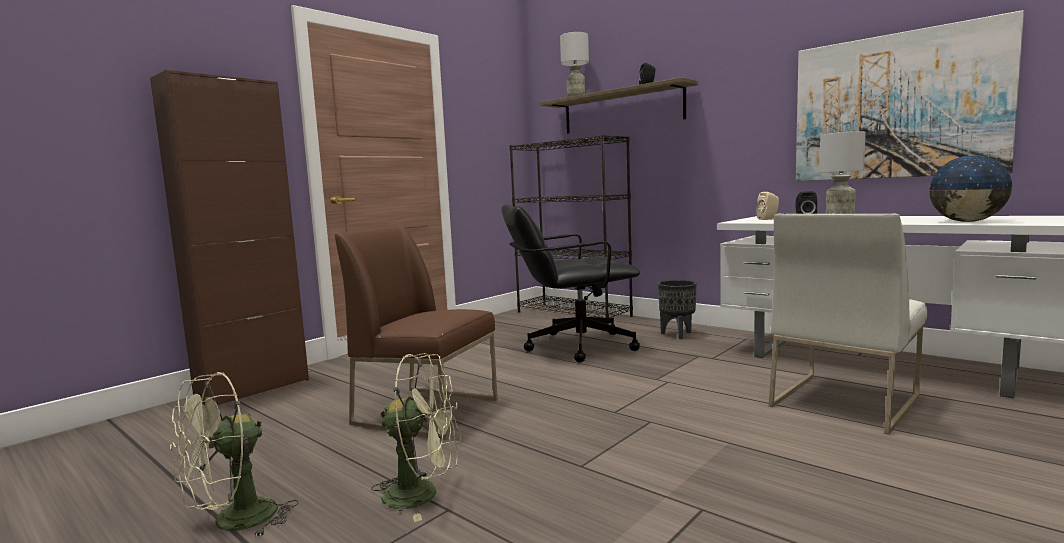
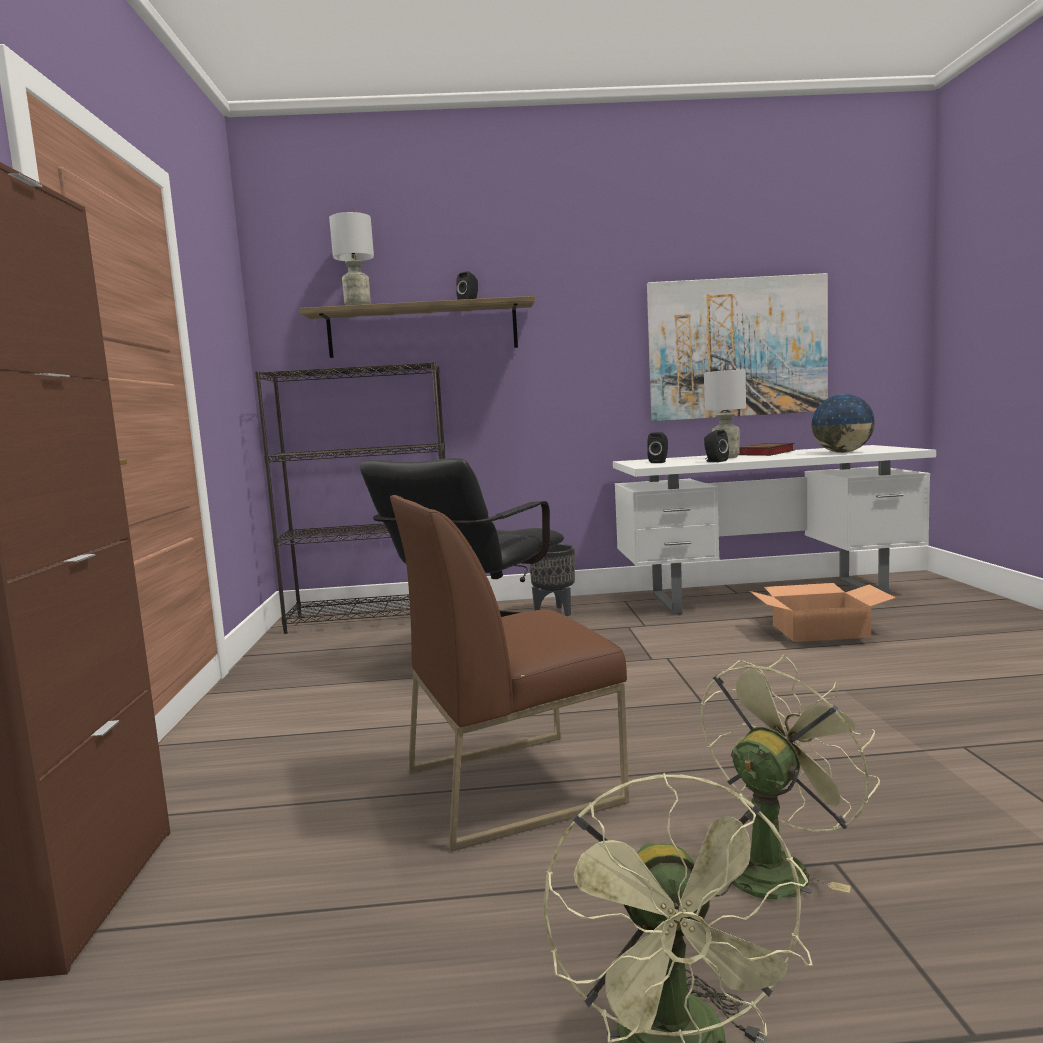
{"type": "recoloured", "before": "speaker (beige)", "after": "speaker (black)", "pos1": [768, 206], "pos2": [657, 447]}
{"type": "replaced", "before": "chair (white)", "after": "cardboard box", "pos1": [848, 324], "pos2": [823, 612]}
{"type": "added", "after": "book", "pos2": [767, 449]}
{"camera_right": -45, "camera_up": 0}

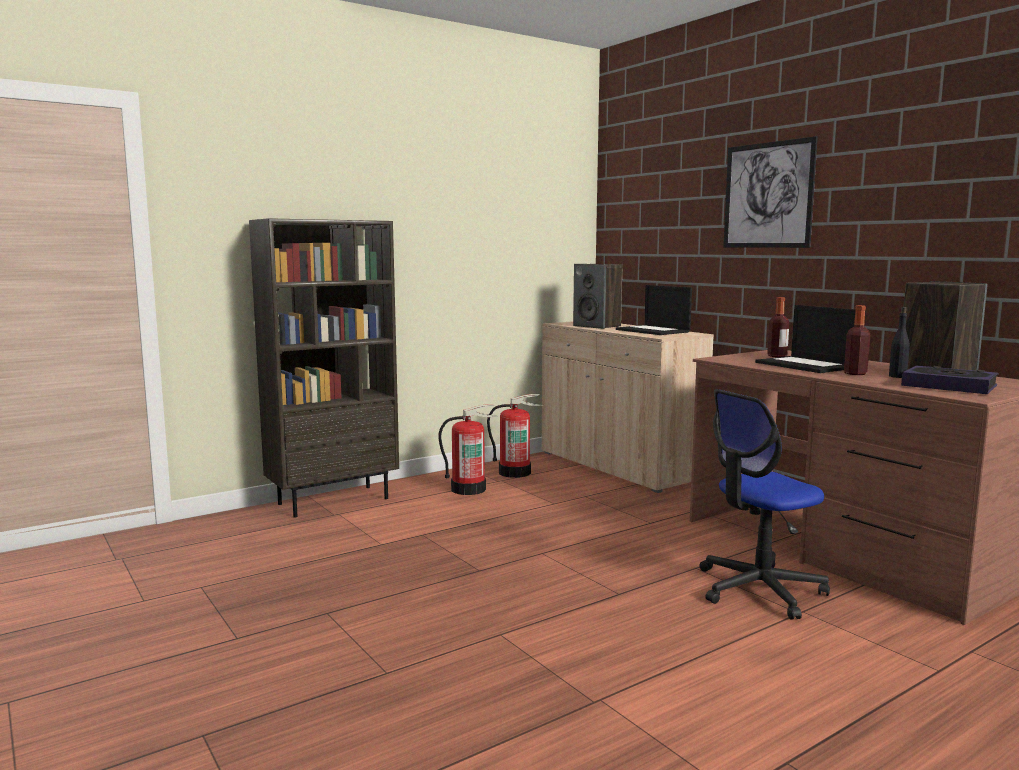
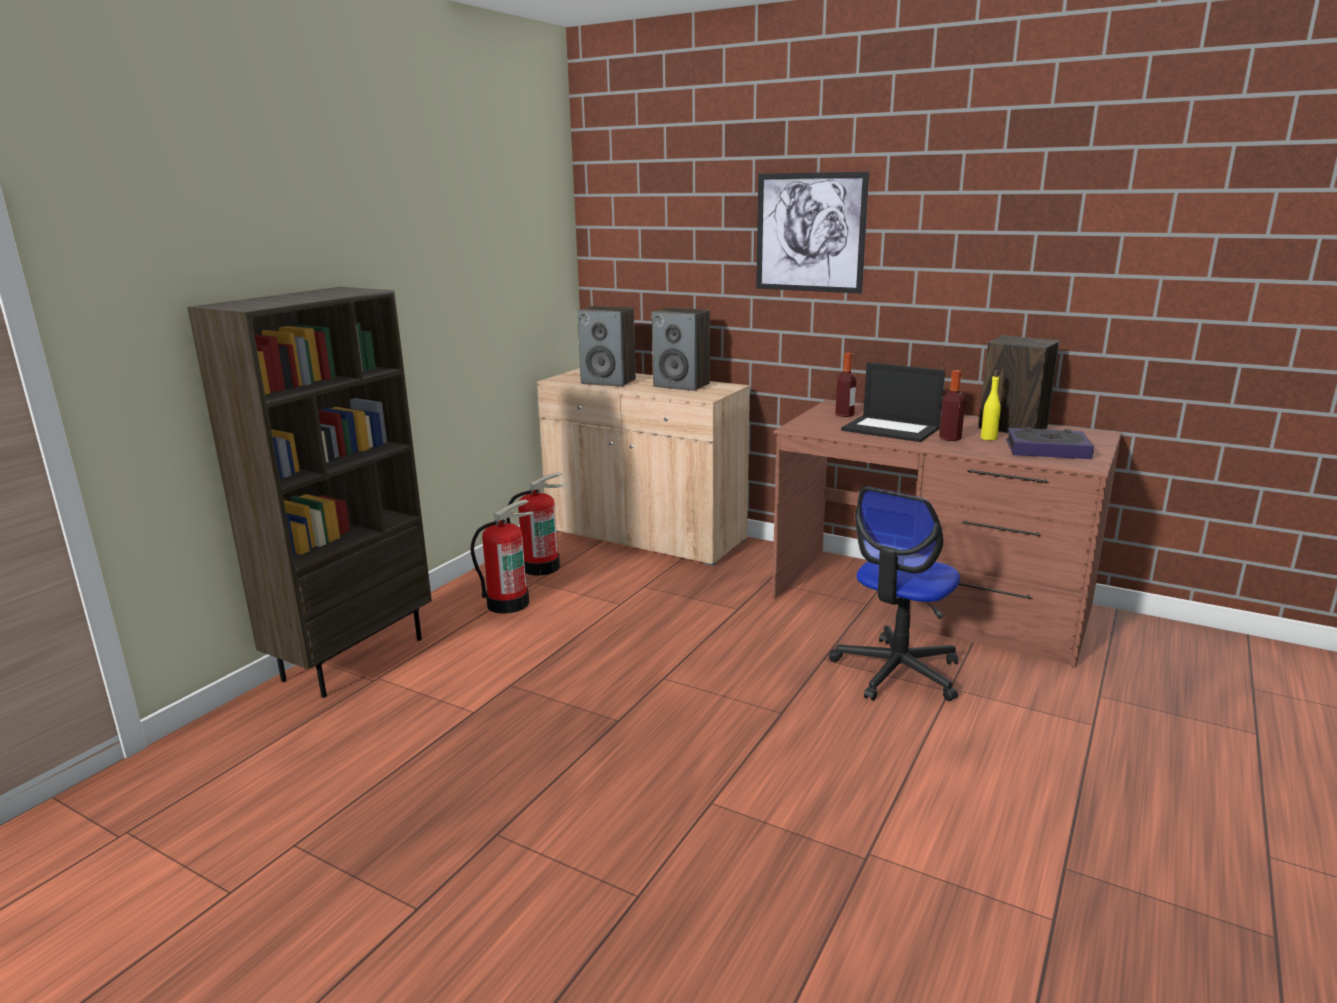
{"type": "replaced", "before": "laptop", "after": "speaker", "pos1": [654, 310], "pos2": [681, 349]}
{"type": "recoloured", "before": "bottle (black)", "after": "bottle (yellow)", "pos1": [899, 342], "pos2": [991, 405]}
{"camera_right": -25, "camera_up": 10}

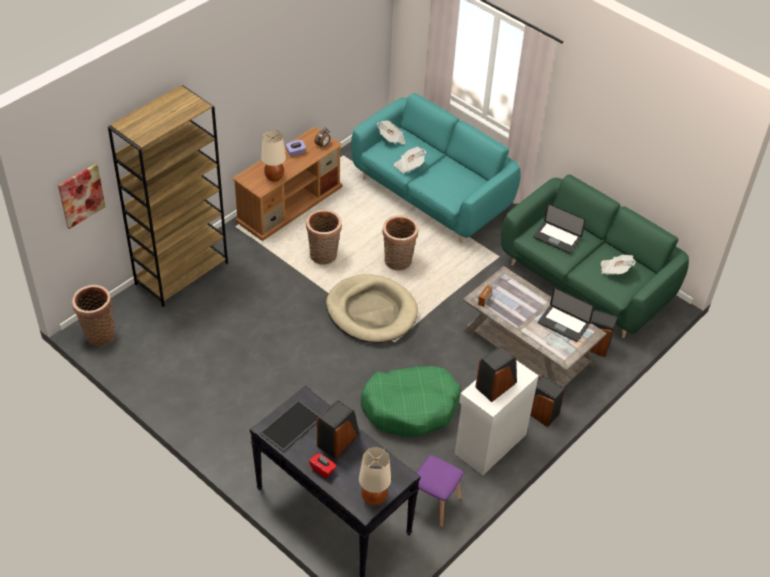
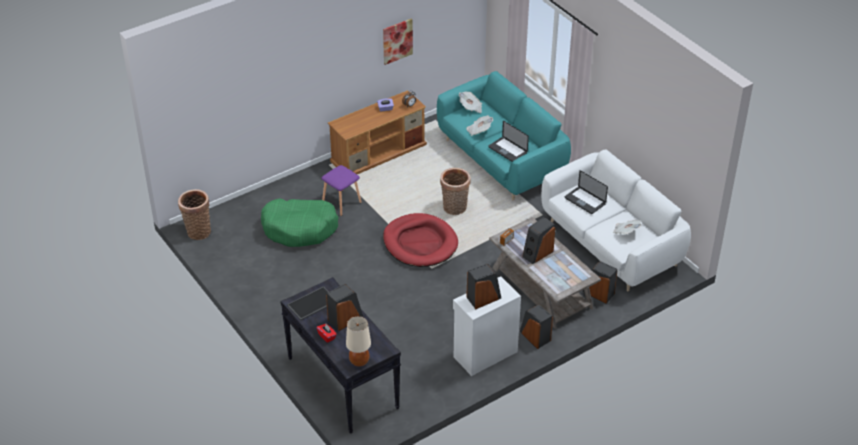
{"type": "moved", "before": "picture", "pos1": [82, 196], "pos2": [398, 42]}
{"type": "removed", "before": "bookcase (brown)", "pos1": [168, 196]}
{"type": "removed", "before": "table lamp (beige)", "pos1": [273, 155]}
{"type": "removed", "before": "basket", "pos1": [324, 237]}
{"type": "recoloured", "before": "dog bed (beige)", "after": "dog bed (red)", "pos1": [372, 308], "pos2": [420, 240]}
{"type": "moved", "before": "dog bed (green)", "pos1": [411, 401], "pos2": [299, 222]}
{"type": "moved", "before": "stool (purple)", "pos1": [435, 491], "pos2": [341, 190]}
{"type": "recoloured", "before": "sofa (green)", "after": "sofa (white)", "pos1": [595, 256], "pos2": [616, 221]}
{"type": "moved", "before": "laptop", "pos1": [566, 314], "pos2": [508, 141]}
{"type": "added", "after": "speaker", "pos2": [538, 240]}
{"camera_right": 15, "camera_up": -5}

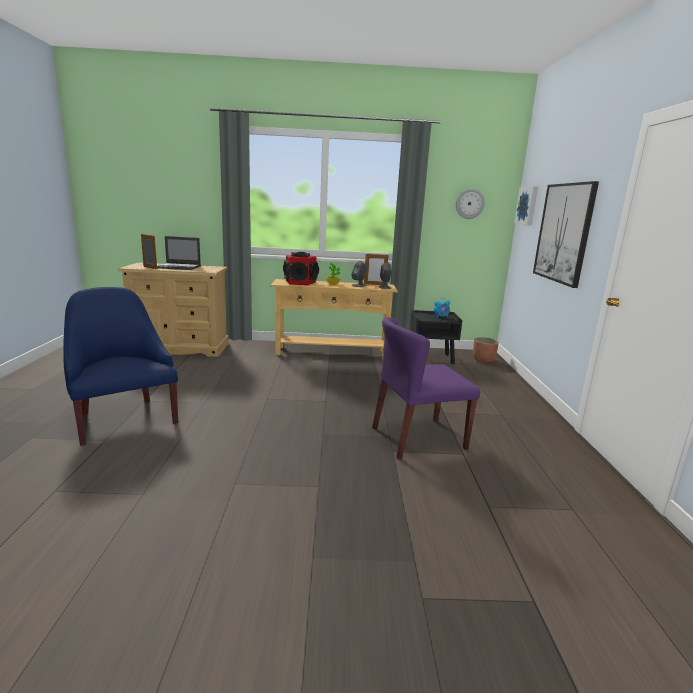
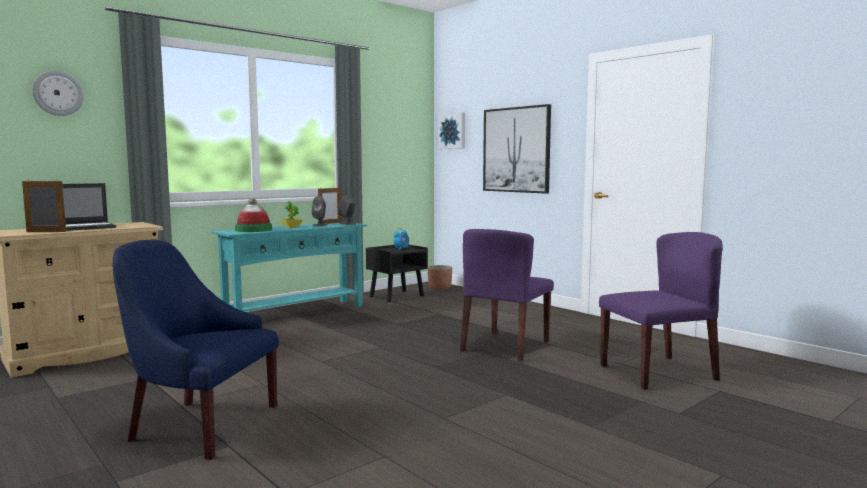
{"type": "recoloured", "before": "console table (beige)", "after": "console table (turquoise)", "pos1": [334, 319], "pos2": [289, 267]}
{"type": "replaced", "before": "speaker", "after": "hat", "pos1": [301, 268], "pos2": [253, 215]}
{"type": "moved", "before": "wall clock", "pos1": [470, 204], "pos2": [58, 93]}
{"type": "added", "after": "chair (purple)", "pos2": [661, 311]}
{"camera_right": -40, "camera_up": -10}

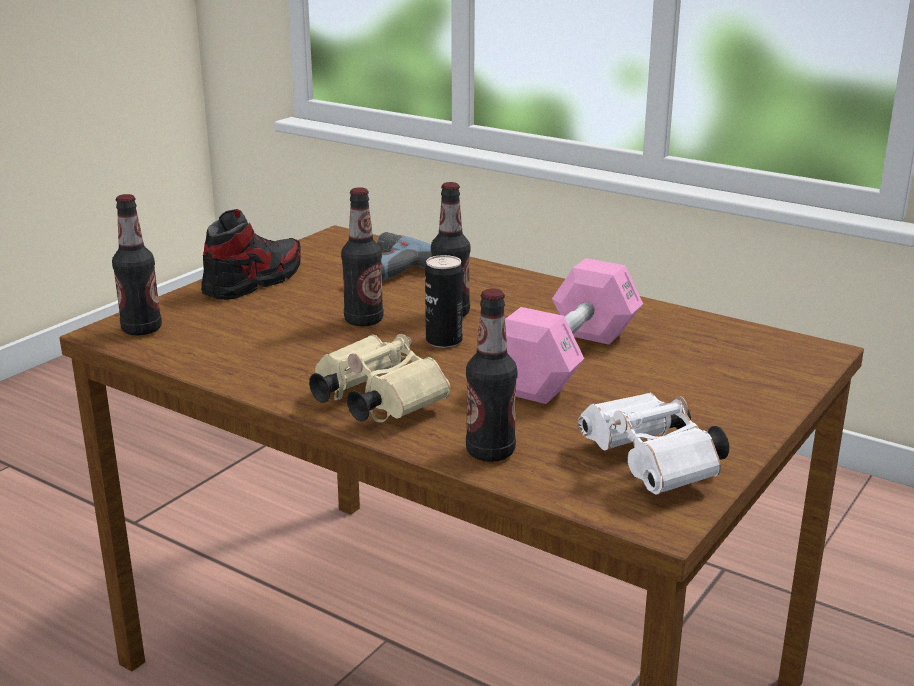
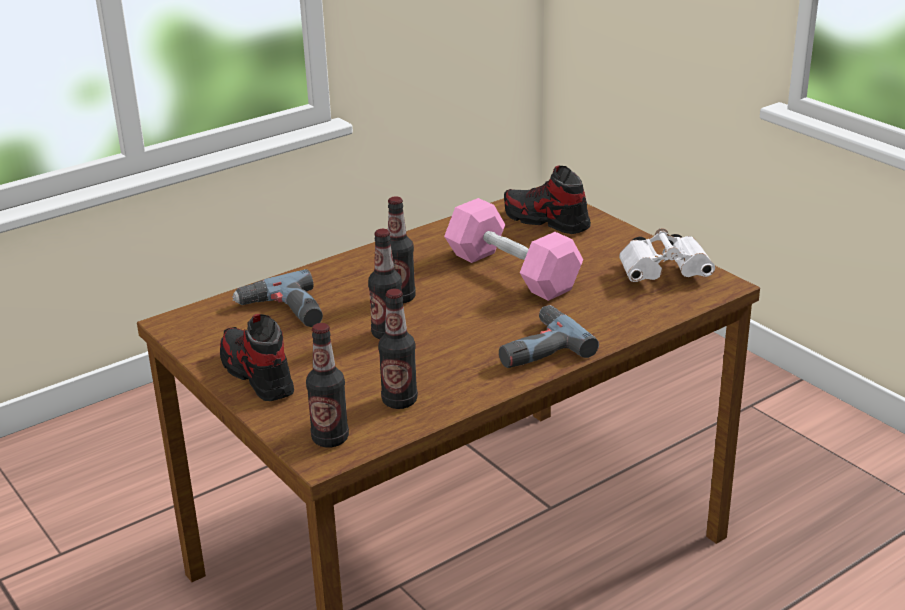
{"type": "replaced", "before": "binoculars (beige)", "after": "power drill", "pos1": [379, 378], "pos2": [549, 336]}
{"type": "removed", "before": "can", "pos1": [444, 301]}
{"type": "moved", "before": "bottle", "pos1": [491, 375], "pos2": [398, 349]}
{"type": "added", "after": "shoe", "pos2": [547, 199]}
{"camera_right": -70, "camera_up": 5}

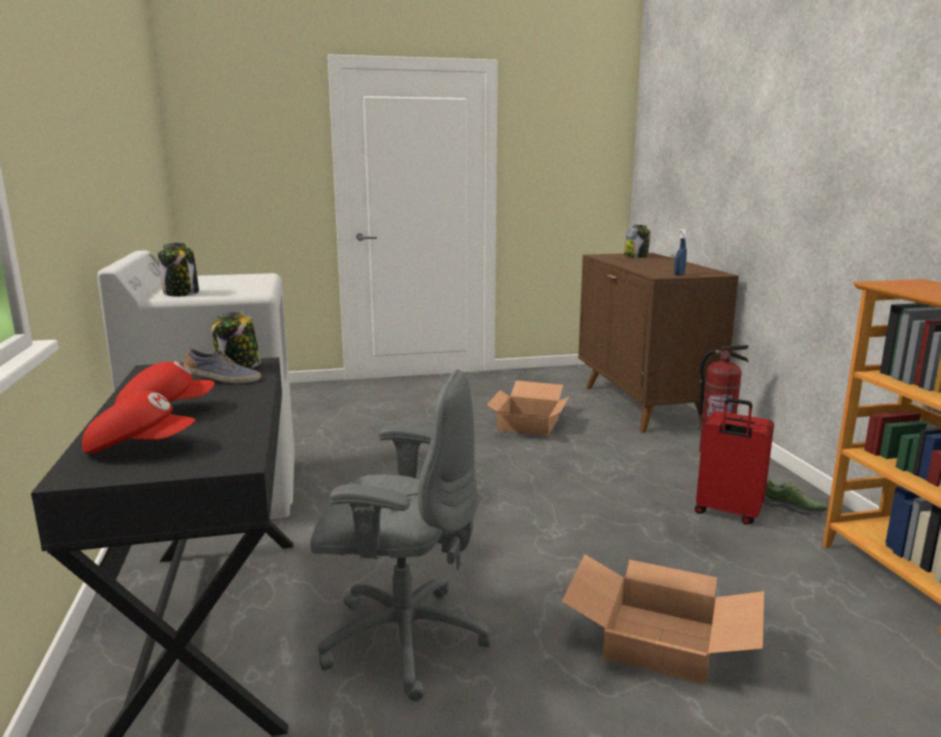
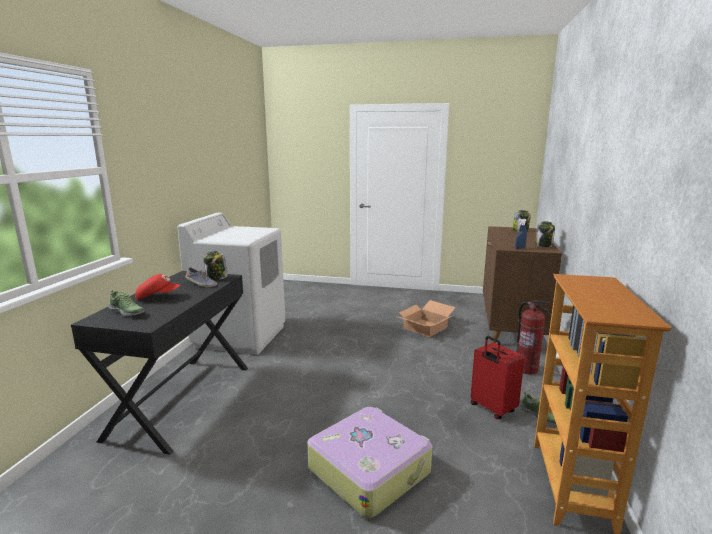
{"type": "replaced", "before": "cap (red)", "after": "shoe", "pos1": [139, 422], "pos2": [127, 303]}
{"type": "moved", "before": "jar", "pos1": [178, 270], "pos2": [545, 234]}
{"type": "removed", "before": "office chair (grey)", "pos1": [401, 535]}
{"type": "replaced", "before": "cardboard box", "after": "suitcase", "pos1": [663, 619], "pos2": [369, 462]}
{"camera_right": 25, "camera_up": 0}

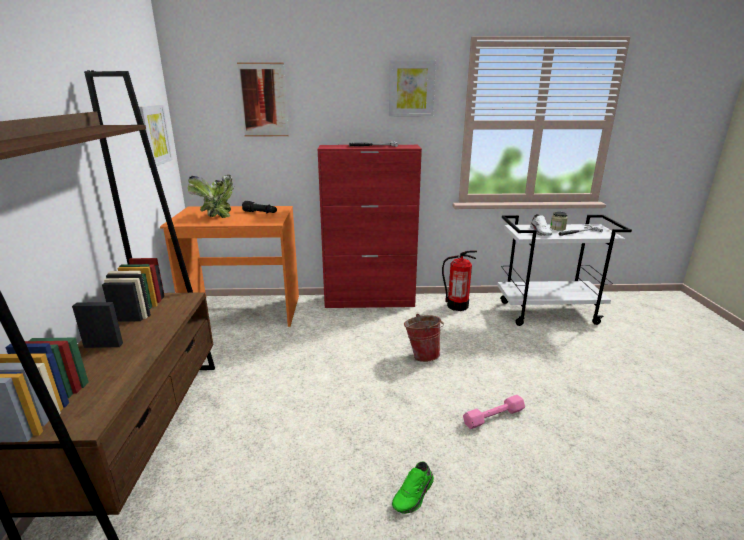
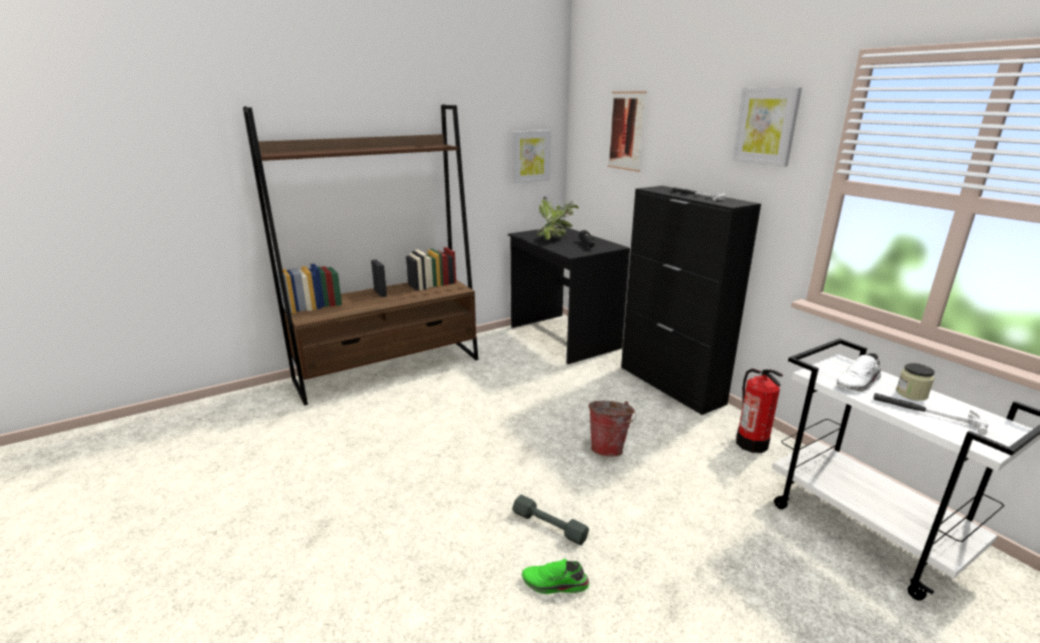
{"type": "recoloured", "before": "desk (orange)", "after": "desk (black)", "pos1": [229, 266], "pos2": [569, 295]}
{"type": "recoloured", "before": "cabinet (red)", "after": "cabinet (black)", "pos1": [369, 226], "pos2": [691, 300]}
{"type": "moved", "before": "shoe (green)", "pos1": [413, 487], "pos2": [555, 576]}
{"type": "recoloured", "before": "dumbbell (pink)", "after": "dumbbell (grey)", "pos1": [494, 412], "pos2": [550, 520]}
{"camera_right": 60, "camera_up": 0}

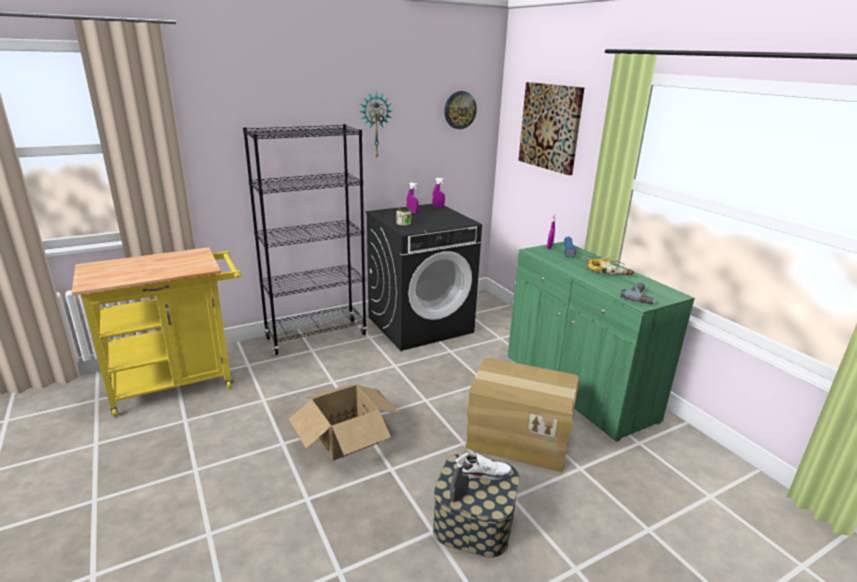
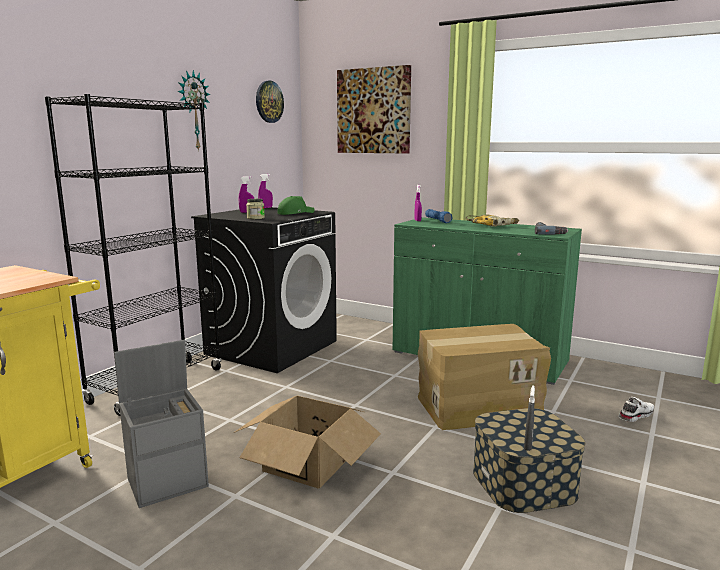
{"type": "moved", "before": "shoe (white)", "pos1": [487, 466], "pos2": [636, 409]}
{"type": "added", "after": "storage box (grey)", "pos2": [161, 424]}
{"type": "added", "after": "cap (green)", "pos2": [296, 205]}
{"camera_right": -30, "camera_up": -10}

